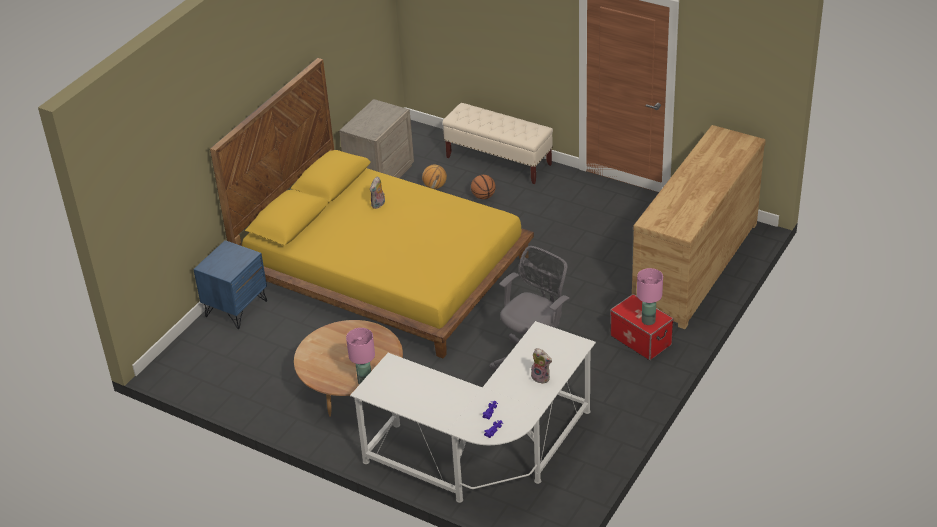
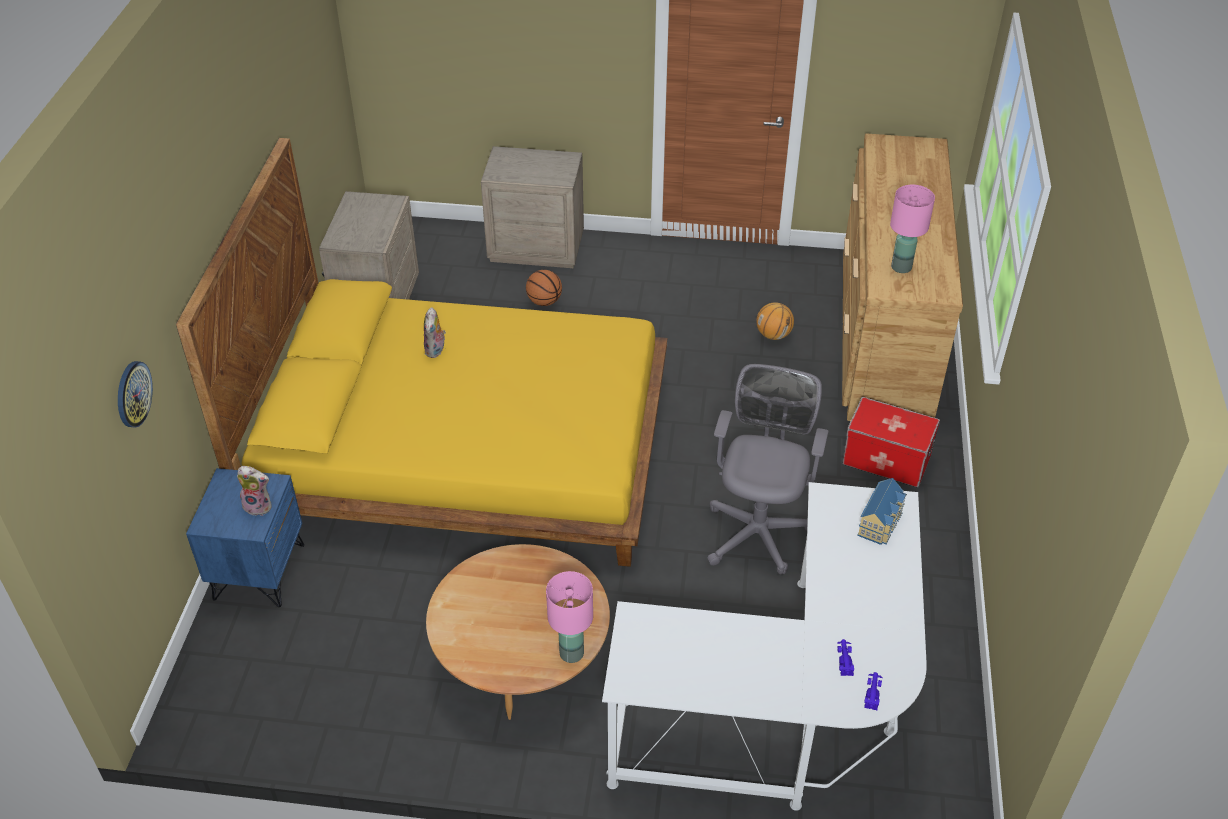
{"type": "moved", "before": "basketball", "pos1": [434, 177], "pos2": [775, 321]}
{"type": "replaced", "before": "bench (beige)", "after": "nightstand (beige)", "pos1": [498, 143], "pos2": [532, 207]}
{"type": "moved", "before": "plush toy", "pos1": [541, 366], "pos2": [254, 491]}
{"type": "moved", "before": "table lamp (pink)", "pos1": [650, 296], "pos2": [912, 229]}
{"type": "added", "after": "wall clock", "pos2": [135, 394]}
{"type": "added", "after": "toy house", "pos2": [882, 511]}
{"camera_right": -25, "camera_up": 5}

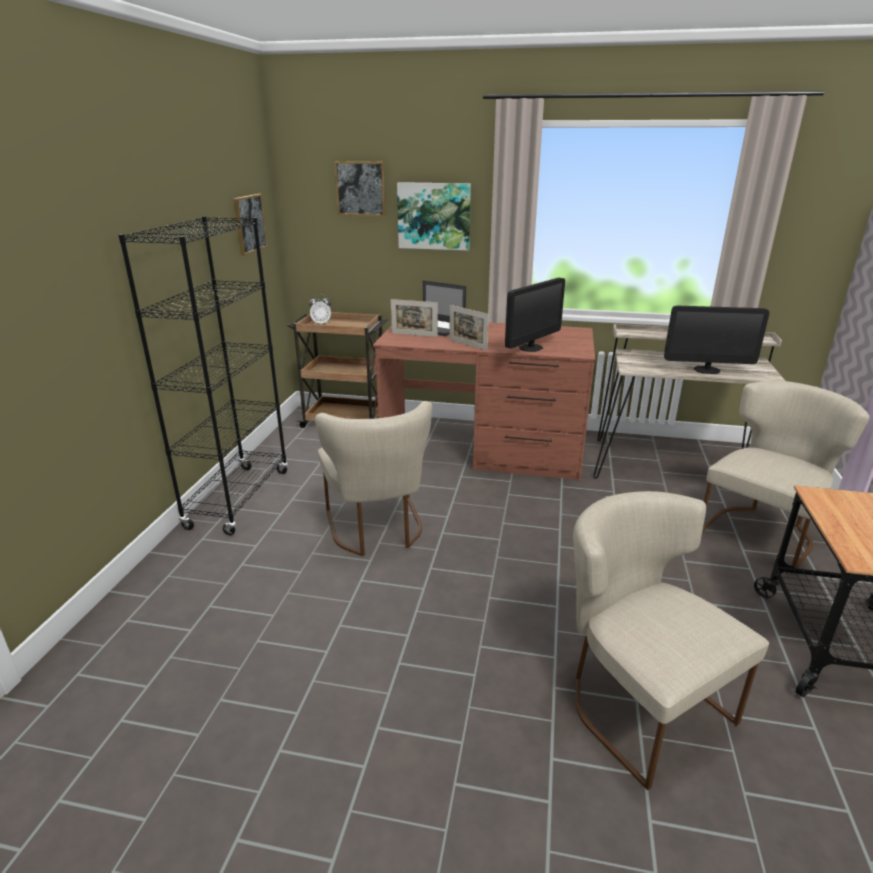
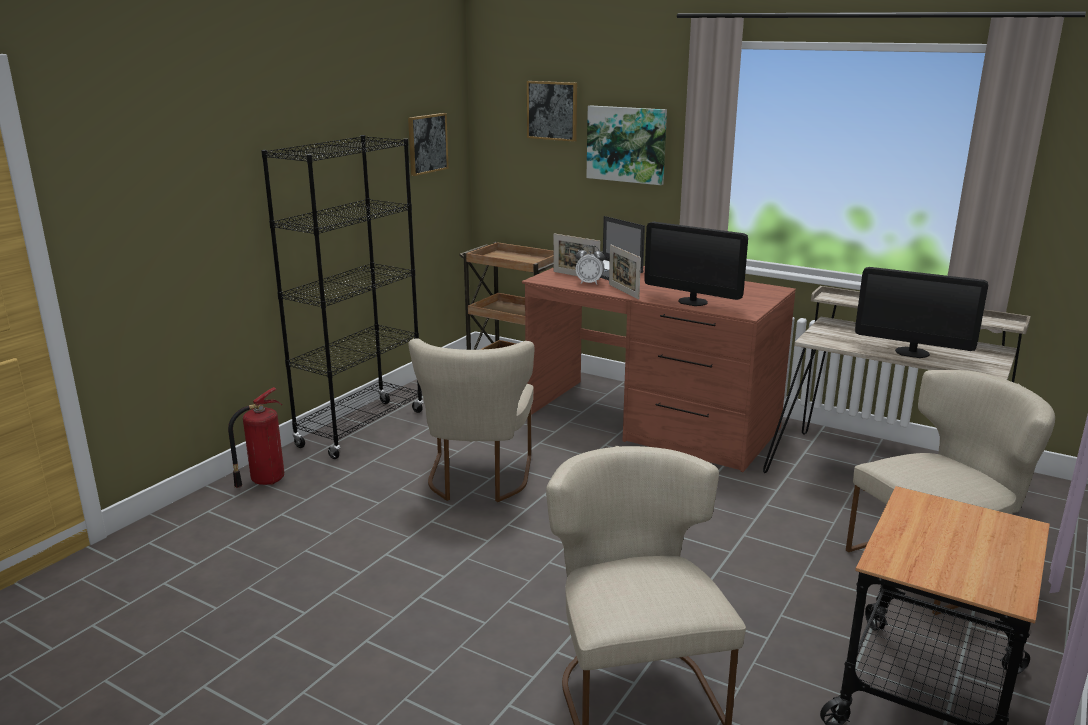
{"type": "moved", "before": "alarm clock", "pos1": [320, 309], "pos2": [590, 265]}
{"type": "turned", "before": "monitor", "pos1": [535, 315], "pos2": [696, 264], "turn": 60}
{"type": "added", "after": "fire extinguisher", "pos2": [256, 437]}
{"camera_right": 20, "camera_up": -5}

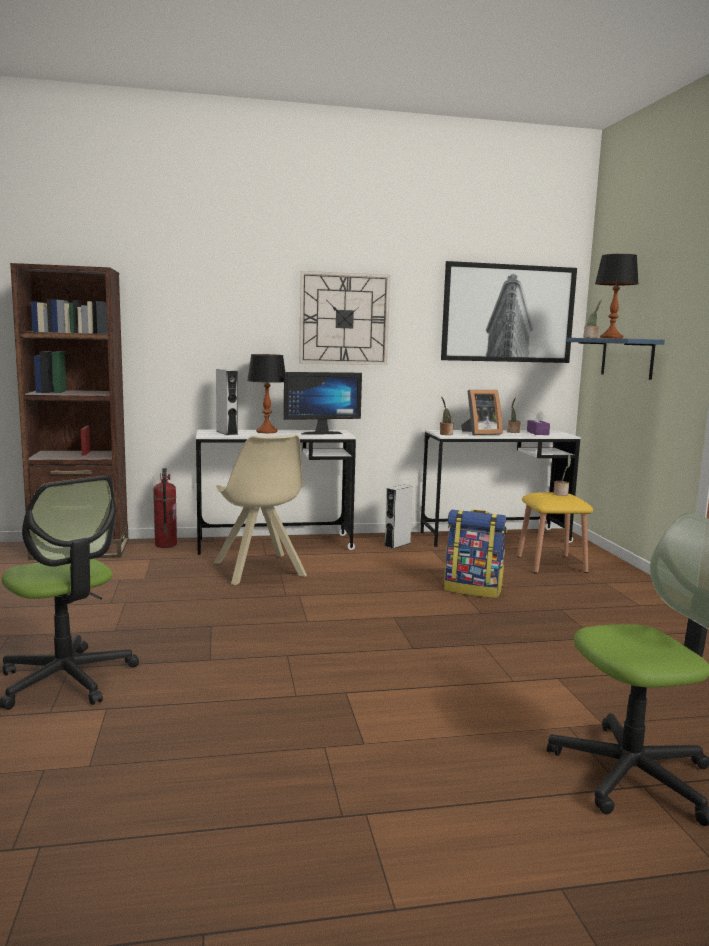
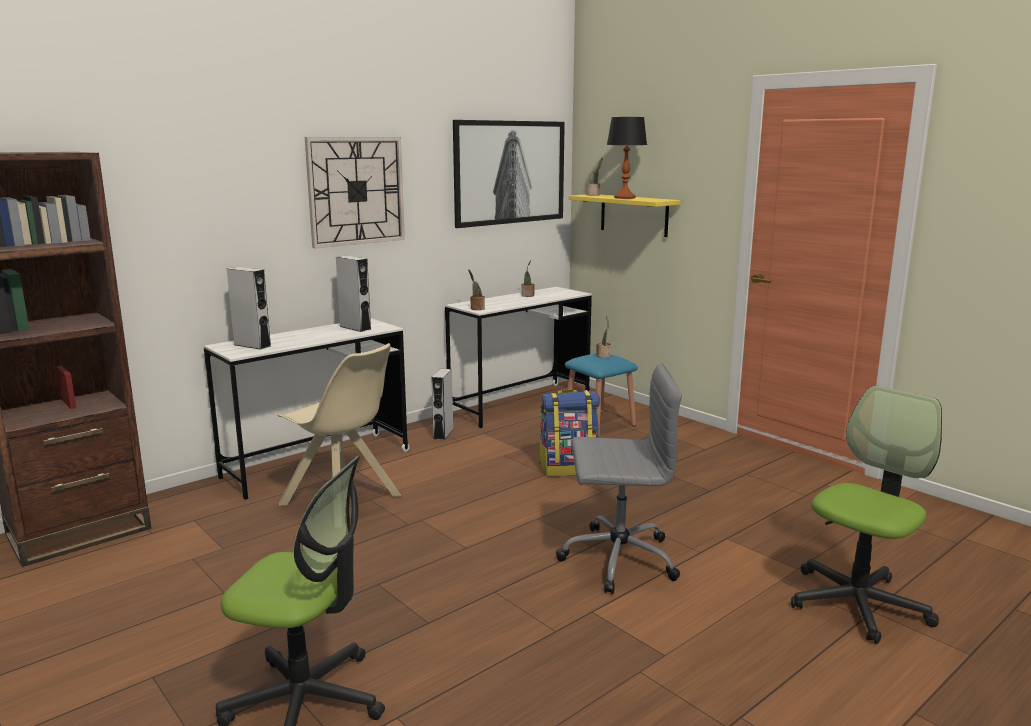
{"type": "removed", "before": "fire extinguisher", "pos1": [165, 508]}
{"type": "removed", "before": "table lamp", "pos1": [266, 393]}
{"type": "replaced", "before": "monitor", "after": "speaker (grey)", "pos1": [323, 403], "pos2": [354, 293]}
{"type": "removed", "before": "picture frame", "pos1": [482, 412]}
{"type": "recoloured", "before": "stool (yellow)", "after": "stool (blue)", "pos1": [555, 533], "pos2": [601, 394]}
{"type": "removed", "before": "tissue box (purple)", "pos1": [538, 423]}
{"type": "recoloured", "before": "shelf (blue)", "after": "shelf (yellow)", "pos1": [615, 359], "pos2": [625, 215]}
{"type": "added", "after": "office chair (grey)", "pos2": [619, 479]}
{"camera_right": -30, "camera_up": 5}

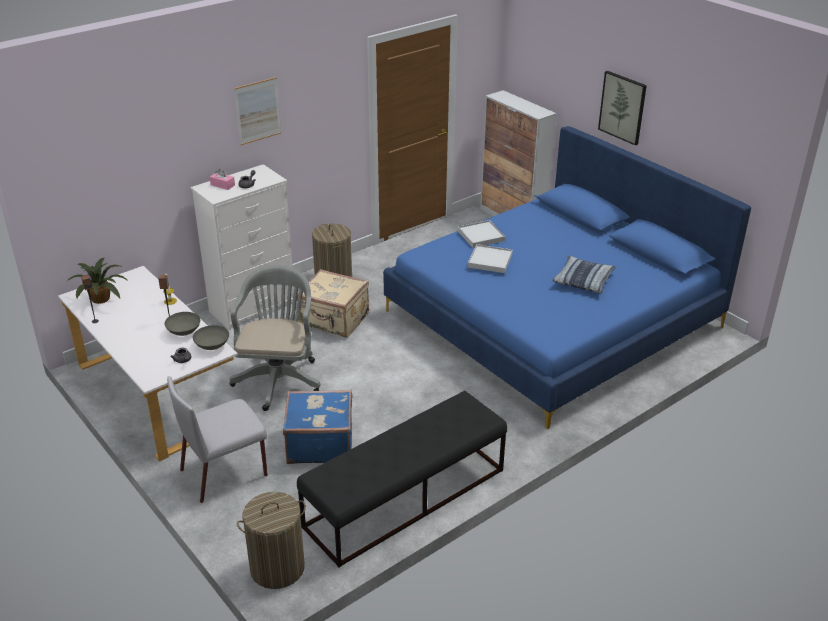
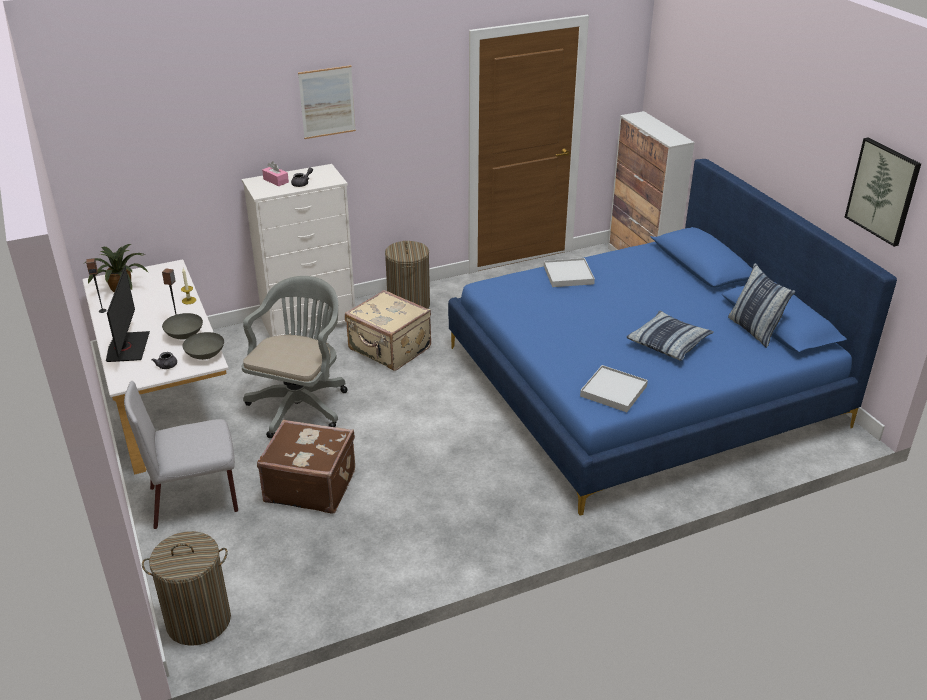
{"type": "recoloured", "before": "suitcase (blue)", "after": "suitcase (brown)", "pos1": [317, 427], "pos2": [306, 466]}
{"type": "removed", "before": "bench (black)", "pos1": [402, 479]}
{"type": "moved", "before": "tray (white)", "pos1": [490, 258], "pos2": [614, 388]}
{"type": "moved", "before": "picture", "pos1": [622, 108], "pos2": [883, 192]}
{"type": "added", "after": "monitor", "pos2": [128, 314]}
{"type": "added", "after": "pillow", "pos2": [762, 305]}
{"camera_right": 15, "camera_up": 0}

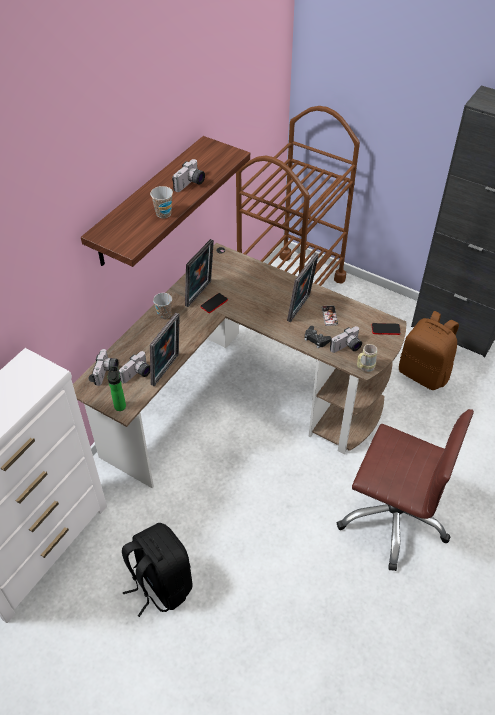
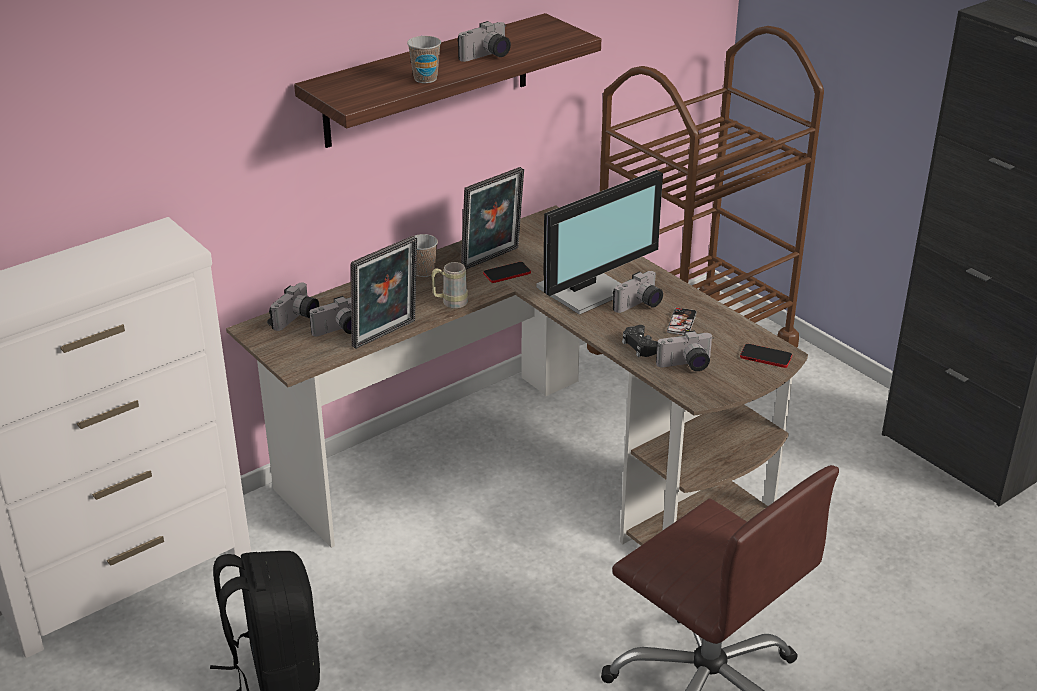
{"type": "removed", "before": "bottle", "pos1": [116, 388]}
{"type": "replaced", "before": "picture frame", "after": "photo camera", "pos1": [303, 287], "pos2": [638, 292]}
{"type": "moved", "before": "mug (beige)", "pos1": [367, 358], "pos2": [449, 285]}
{"type": "removed", "before": "backpack (brown)", "pos1": [429, 350]}
{"type": "added", "after": "monitor", "pos2": [599, 242]}
{"camera_right": 20, "camera_up": -15}

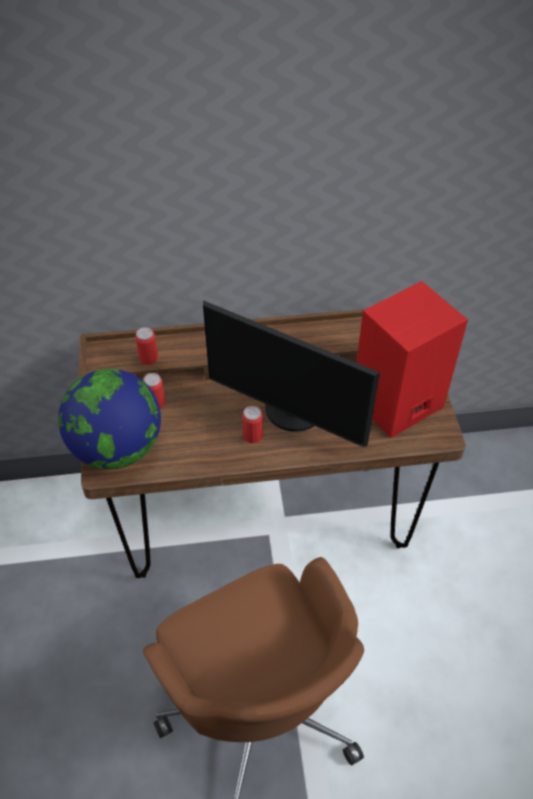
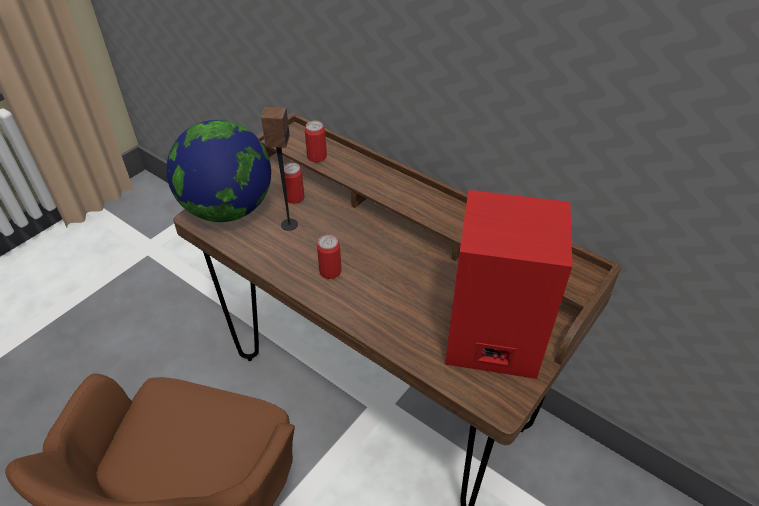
{"type": "removed", "before": "monitor", "pos1": [291, 373]}
{"type": "added", "after": "speaker", "pos2": [279, 168]}
{"camera_right": 45, "camera_up": -5}

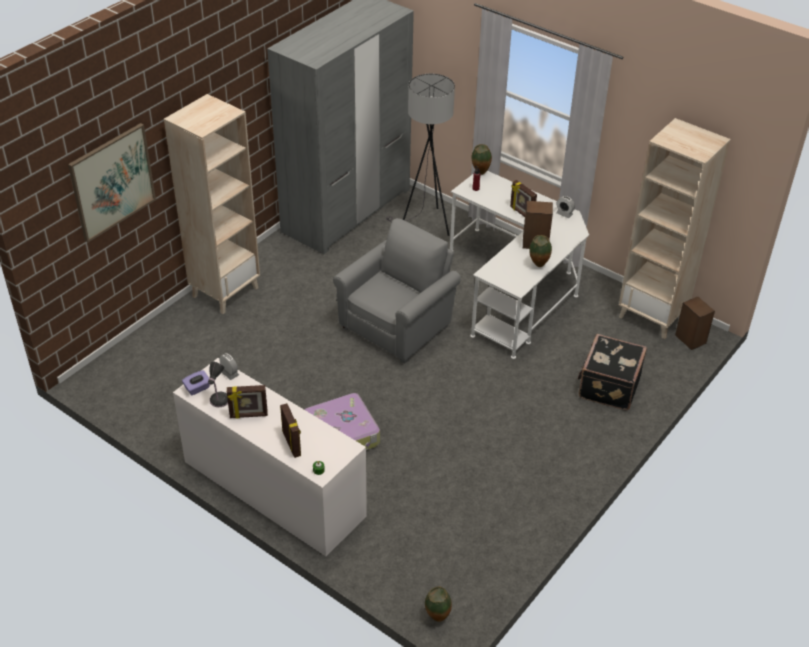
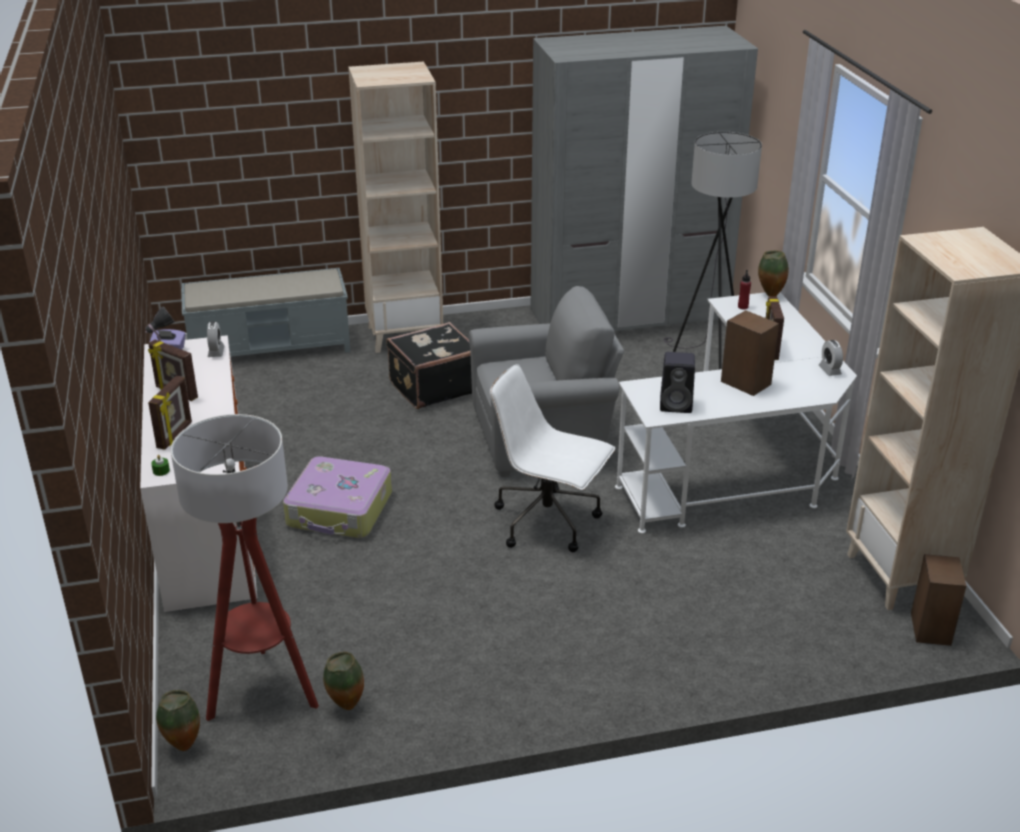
{"type": "removed", "before": "picture", "pos1": [112, 182]}
{"type": "moved", "before": "vase", "pos1": [540, 251], "pos2": [343, 681]}
{"type": "moved", "before": "suitcase (black)", "pos1": [612, 372], "pos2": [429, 365]}
{"type": "added", "after": "floor lamp", "pos2": [245, 567]}
{"type": "added", "after": "bench (grey)", "pos2": [265, 312]}
{"type": "added", "after": "office chair (white)", "pos2": [552, 458]}
{"type": "added", "after": "speaker (black)", "pos2": [677, 382]}
{"camera_right": 40, "camera_up": -10}

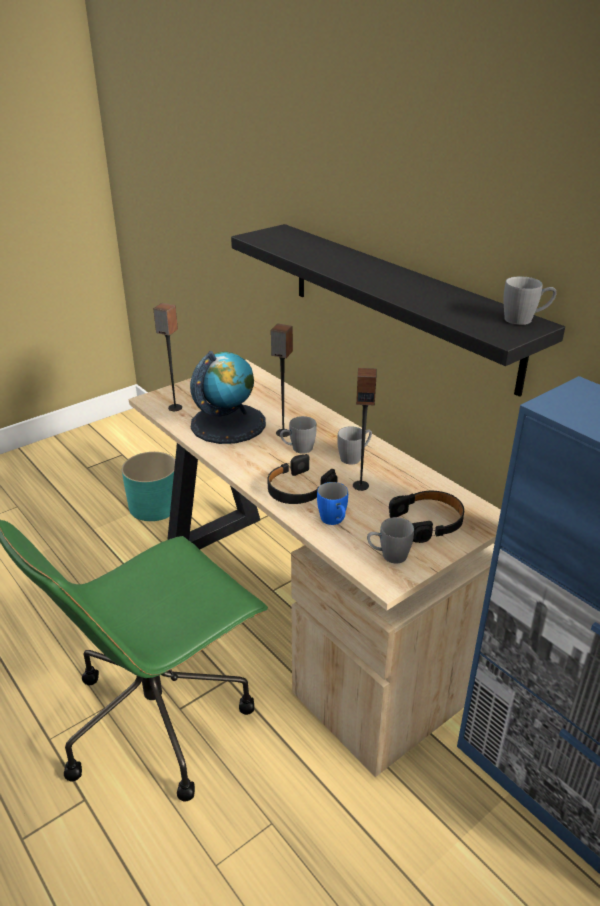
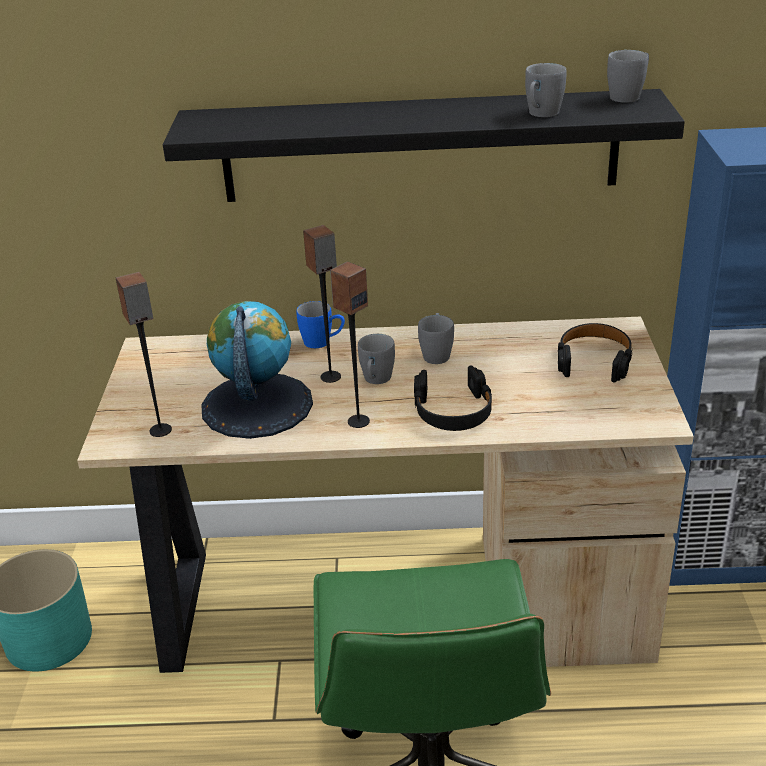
{"type": "moved", "before": "mug (blue)", "pos1": [332, 503], "pos2": [320, 324]}
{"type": "moved", "before": "speaker", "pos1": [364, 429], "pos2": [350, 345]}
{"type": "moved", "before": "mug (grey)", "pos1": [390, 540], "pos2": [546, 90]}
{"camera_right": -50, "camera_up": 0}

